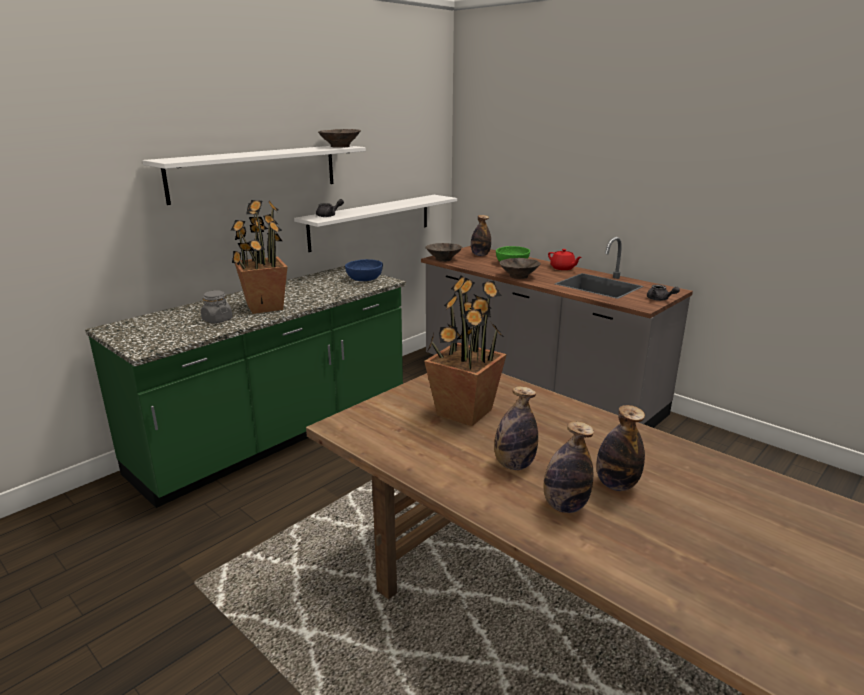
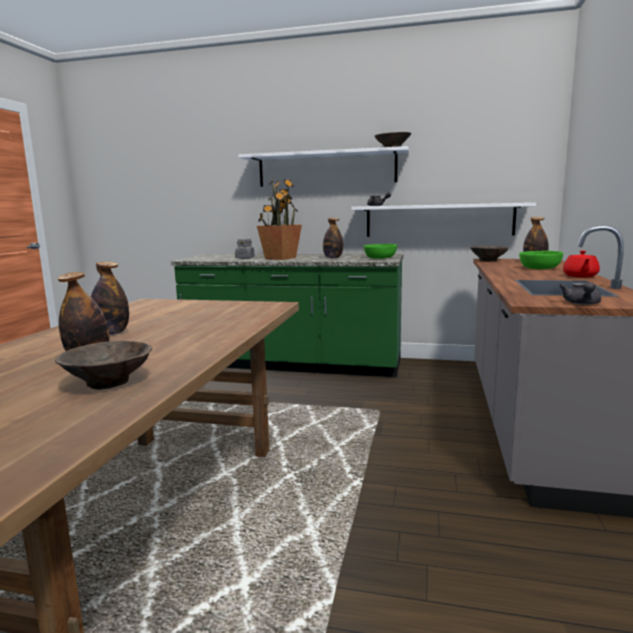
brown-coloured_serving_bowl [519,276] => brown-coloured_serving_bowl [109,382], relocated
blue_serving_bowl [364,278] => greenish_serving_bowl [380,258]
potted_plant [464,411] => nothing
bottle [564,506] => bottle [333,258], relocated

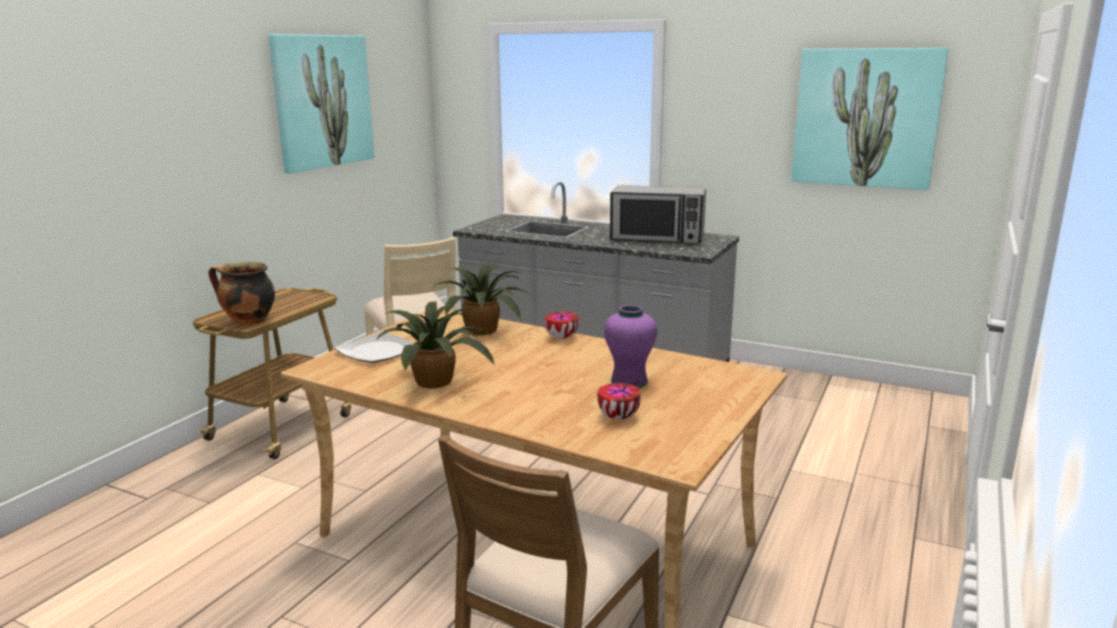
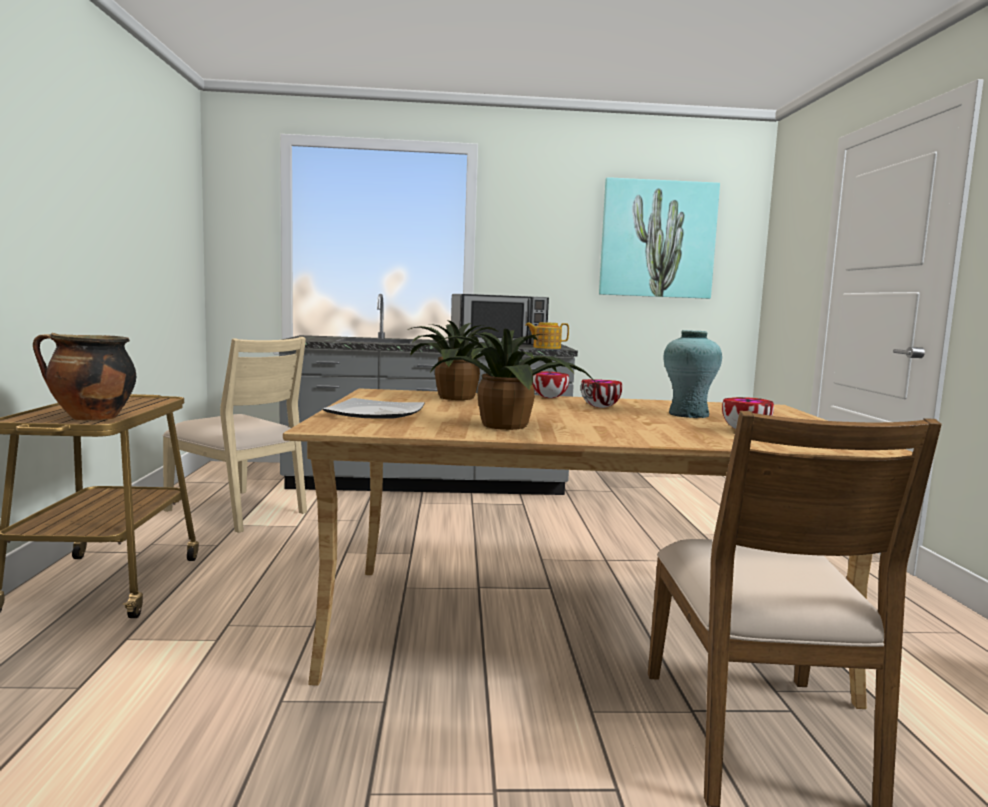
wall_art [322,101] => nothing
purple-coloured_decorative_vase [629,381] => blue-green_decorative_vase [688,414]
nothing => tea_pot [546,347]
nothing => serving_bowl [601,407]

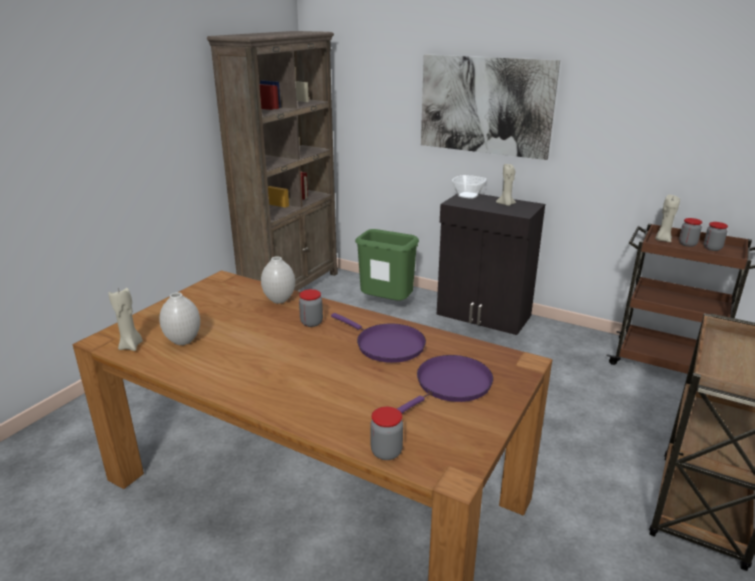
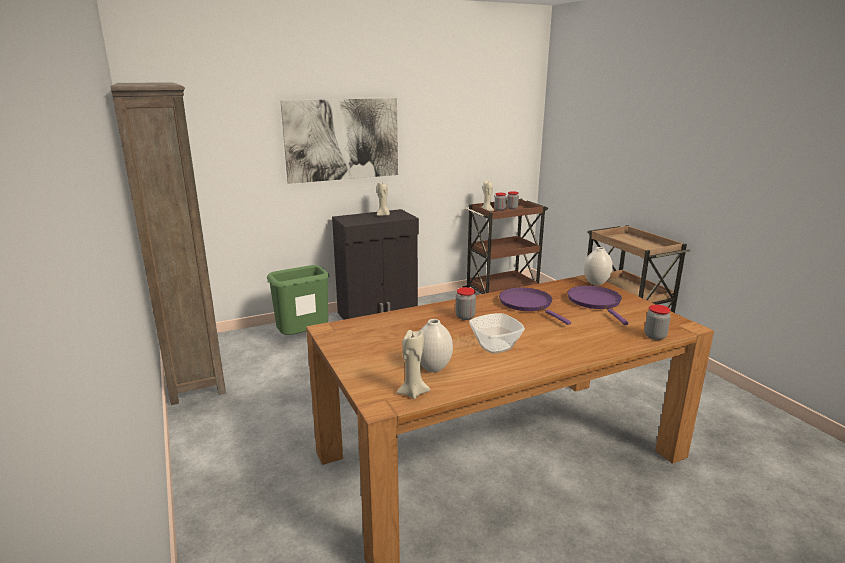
serving_bowl [468,195] => serving_bowl [495,346], relocated
white_decorative_vase [280,300] => white_decorative_vase [596,283], relocated
purple-coloured_skillet [386,345] => purple-coloured_skillet [528,304], 105 degrees counterclockwise

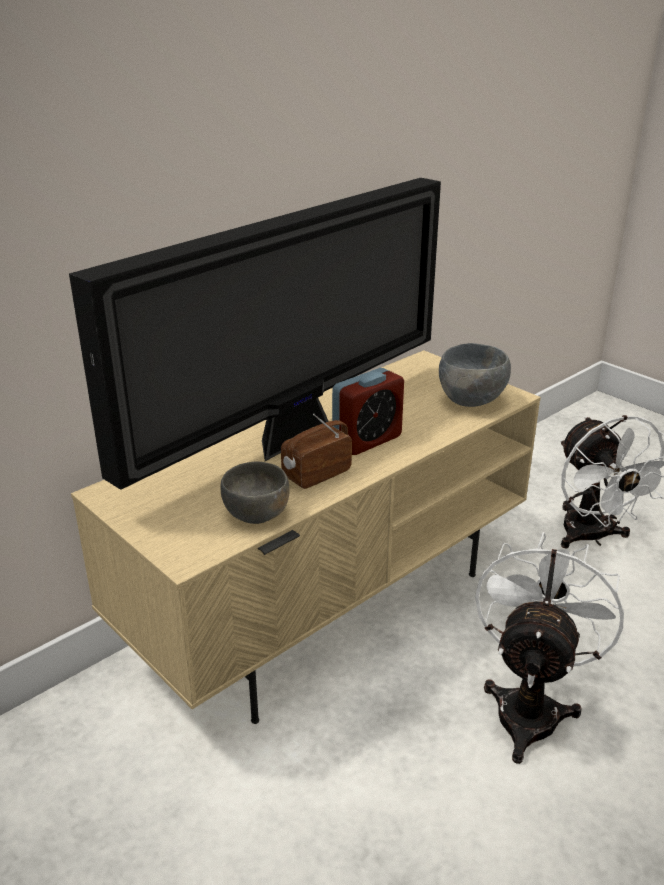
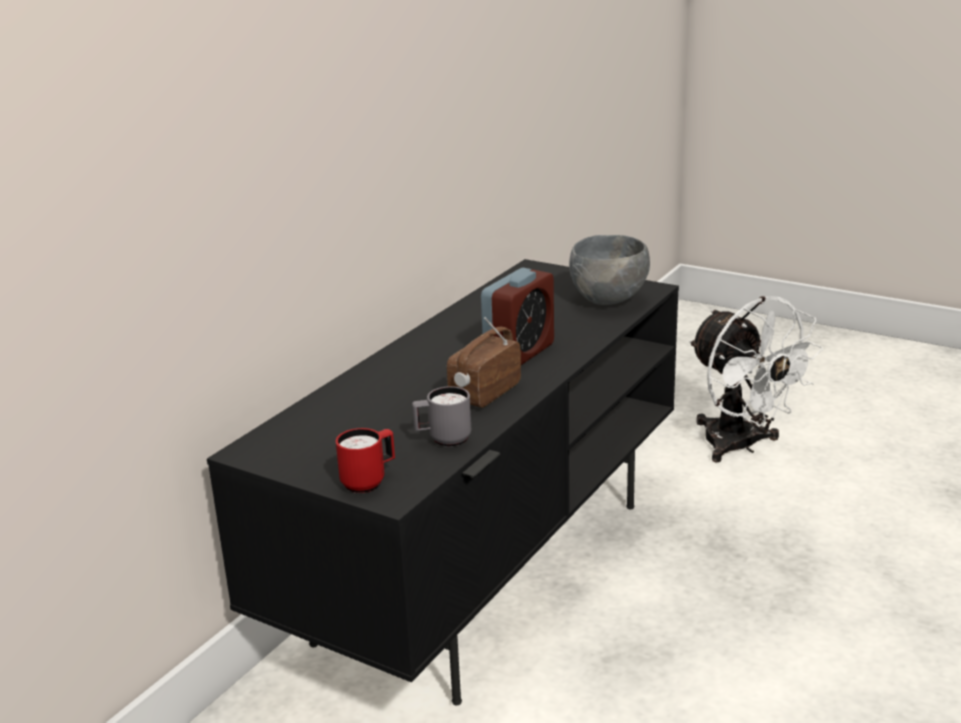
television [294,436] => nothing
sand-coloured_tv_stand [329,605] => black_tv_stand [484,568]
gray_serving_bowl [257,513] => gray_tea_mug [443,440]
white_electric_fan [530,707] => nothing
nothing => red-coloured_tea_mug [369,481]

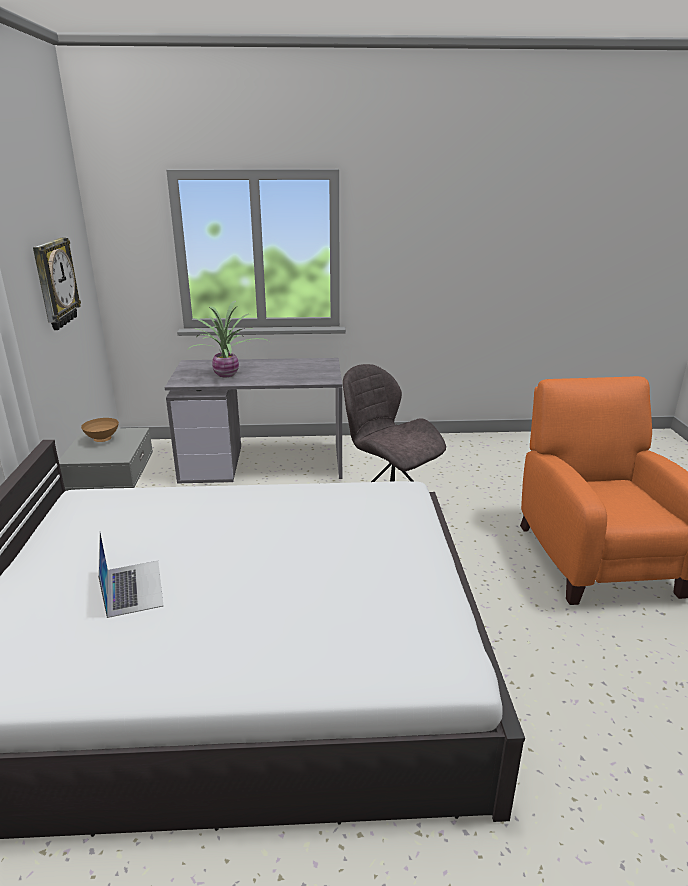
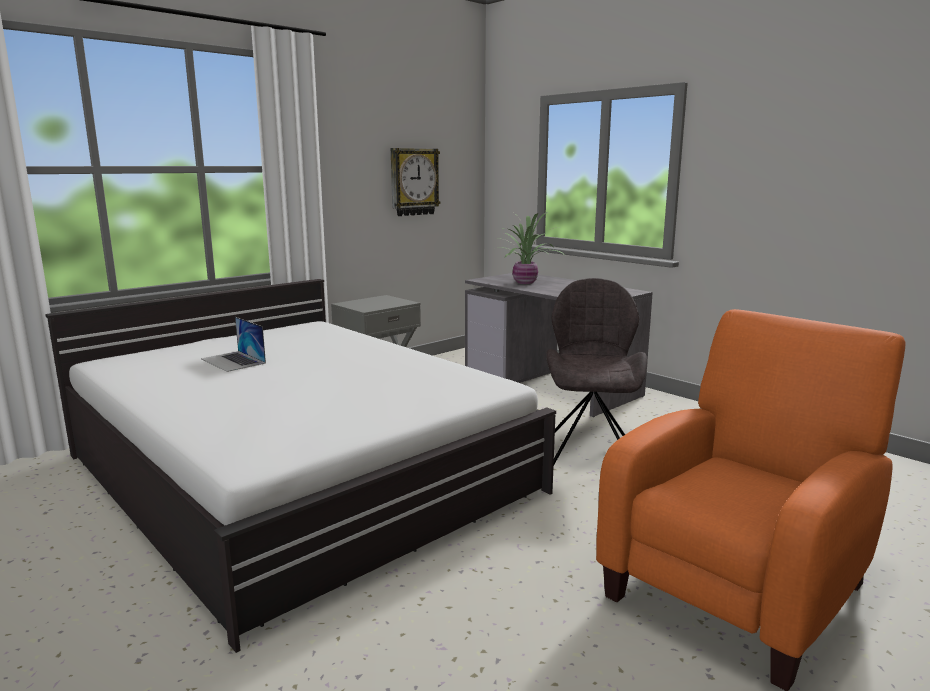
brown-coloured_serving_bowl [102,440] => nothing
notebook_computer [133,587] => notebook_computer [233,361], 105 degrees clockwise

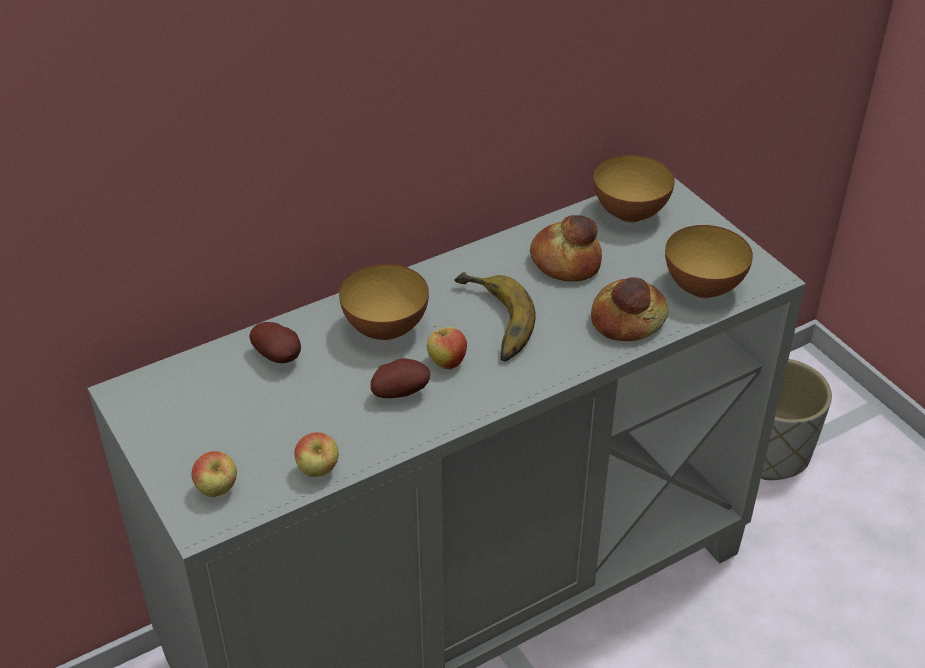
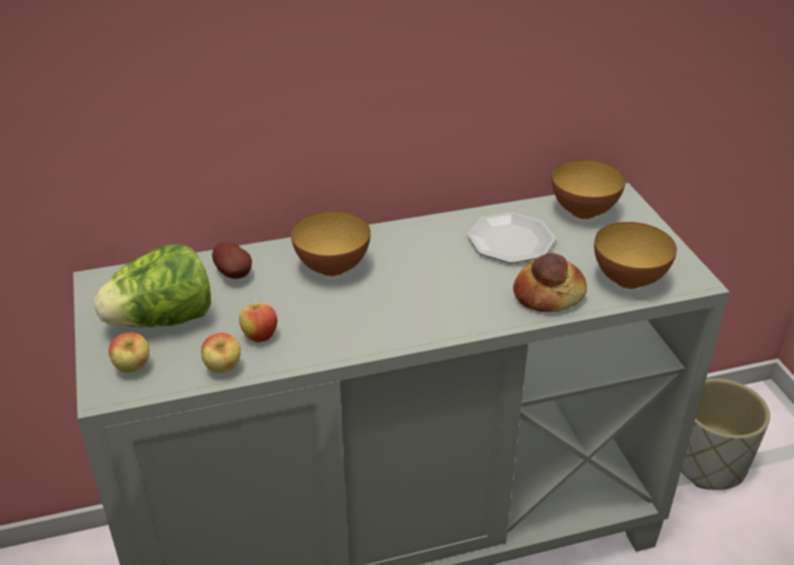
bakery_bread [566,262] => flat_dish [511,240]
whole_banana [489,323] => nothing
apple [446,362] => apple [260,336], relocated
whole_potato [400,392] => nothing
nothing => head_of_lettuce [163,320]

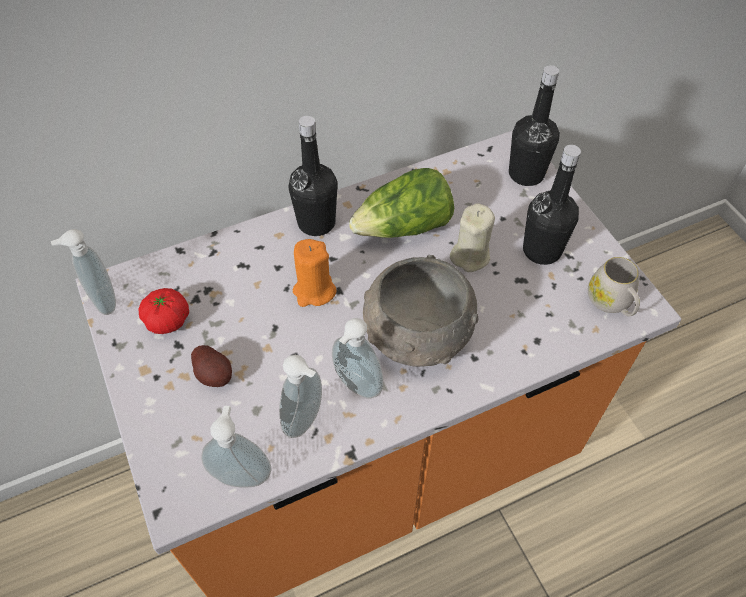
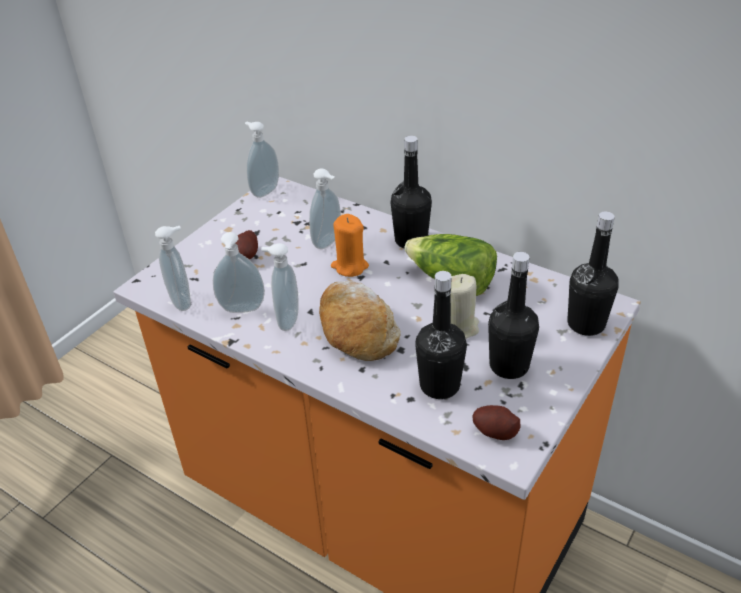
gray_serving_bowl [416,334] => bakery_bread [356,330]
white_tea_mug [611,303] => whole_potato [494,432]
fresh_tomato [168,320] => nothing
nothing => liquid_soap_bottle [329,242]
nothing => black_bottle [439,385]

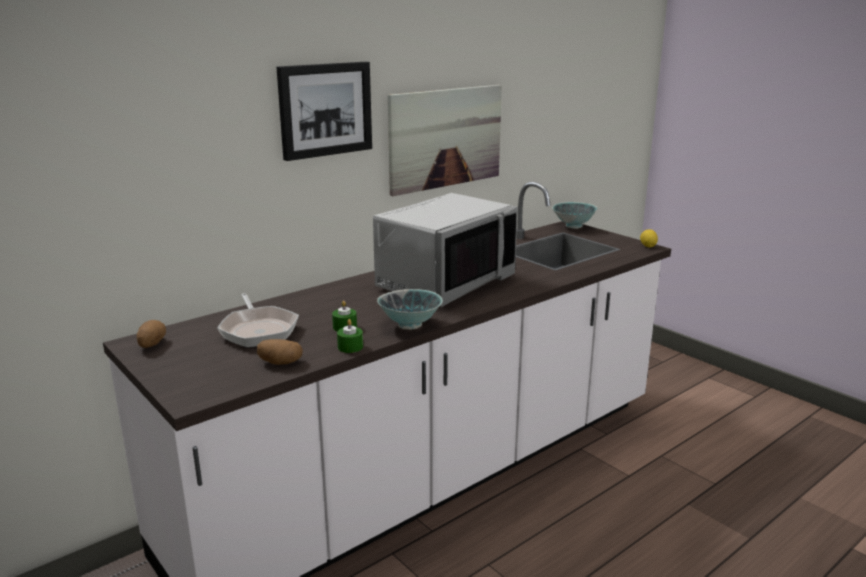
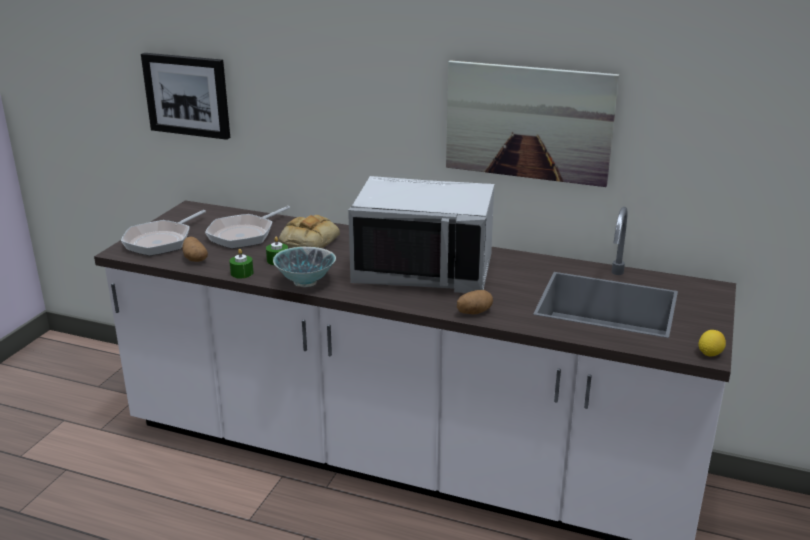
wall_art [325,109] => wall_art [187,95], relocated
serving_bowl [573,226] => nothing
whole_potato [151,344] => whole_potato [474,312], relocated
nothing => skillet [161,241]
nothing => bakery_bread [309,240]

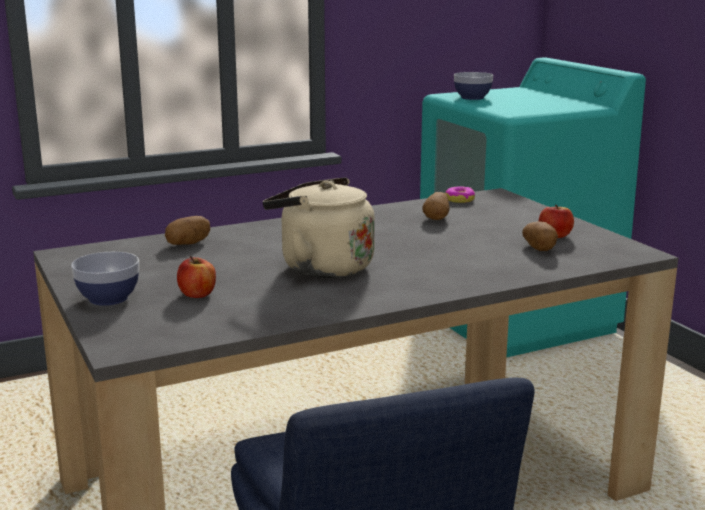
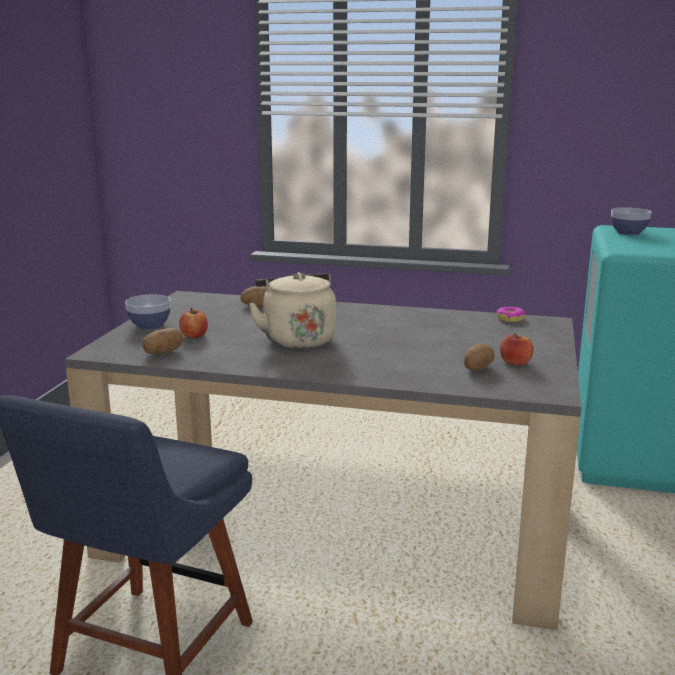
whole_potato [437,218] => whole_potato [163,352], relocated

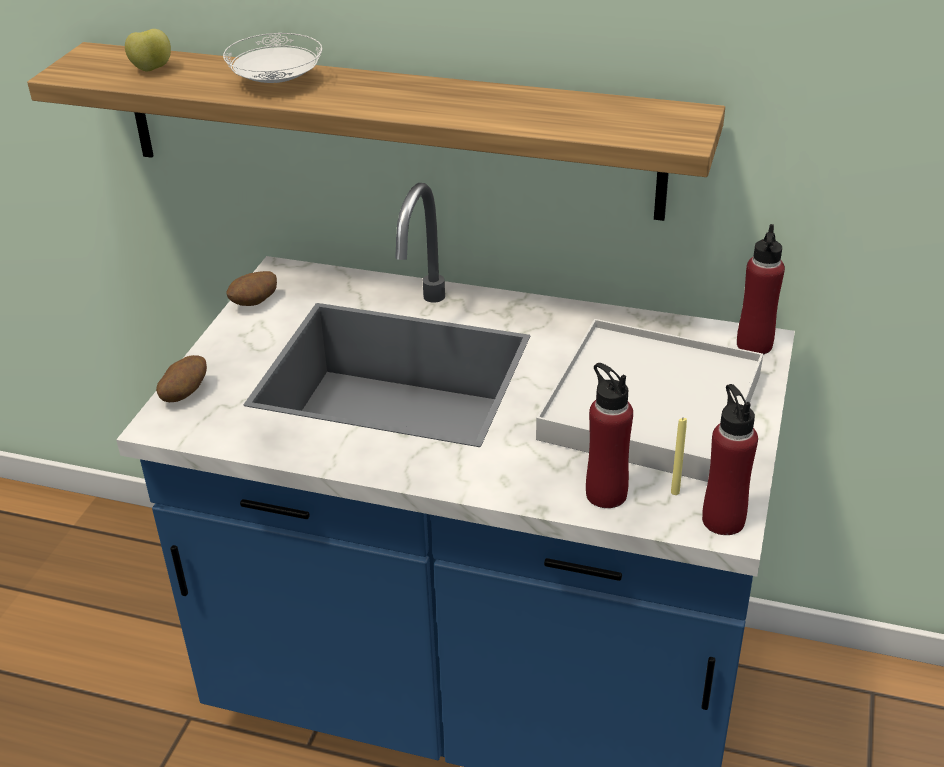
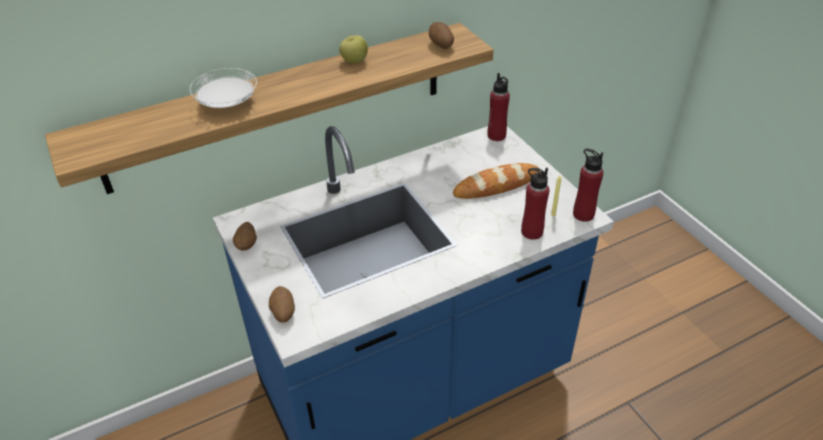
apple [152,69] => apple [354,61], relocated
white_tray [650,407] => bakery_bread [496,185]
nothing => whole_potato [441,45]

